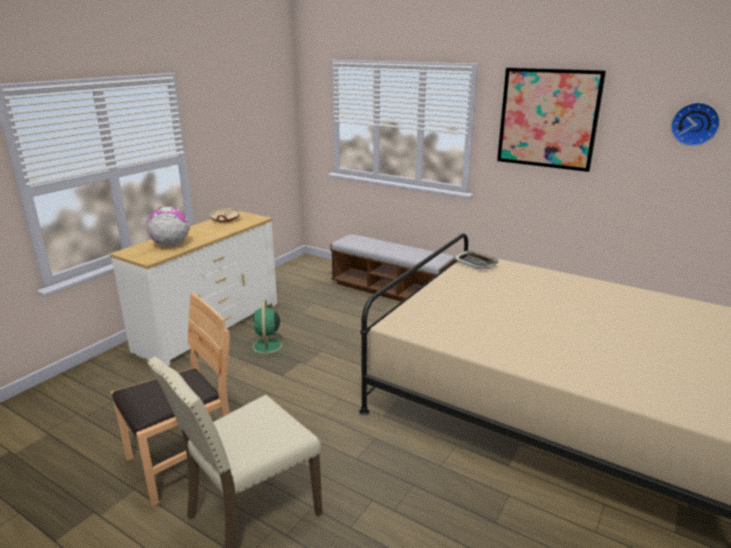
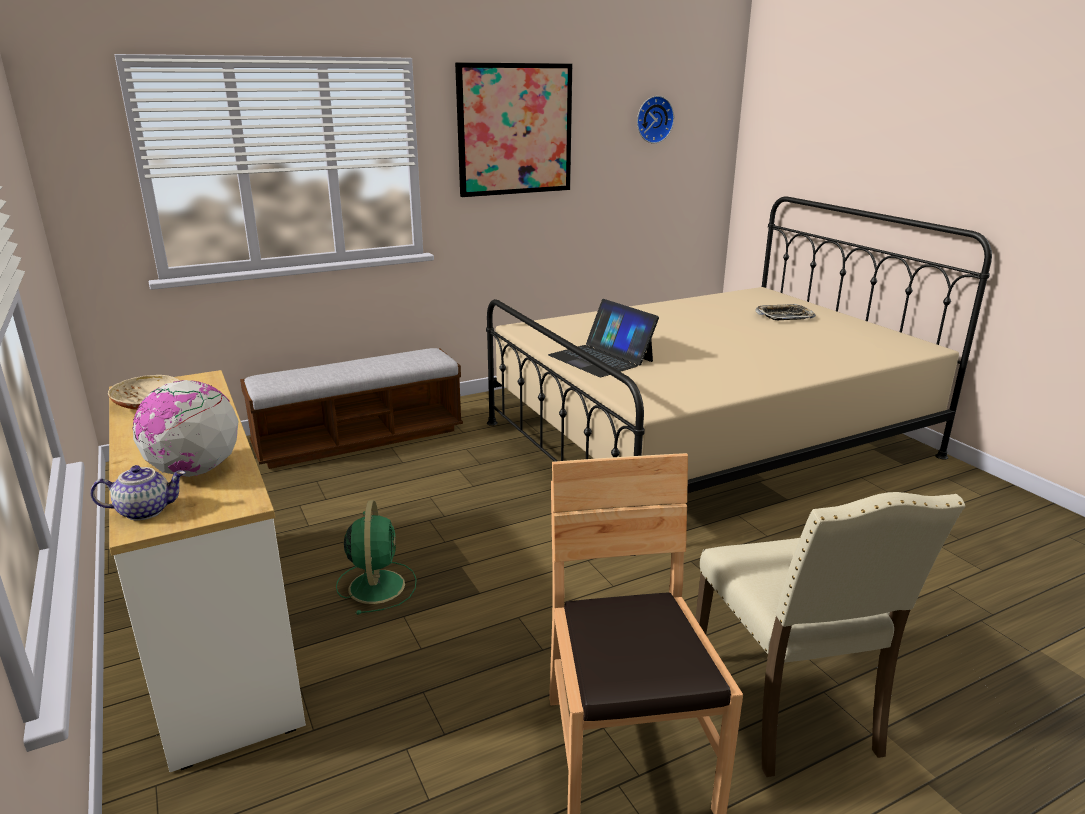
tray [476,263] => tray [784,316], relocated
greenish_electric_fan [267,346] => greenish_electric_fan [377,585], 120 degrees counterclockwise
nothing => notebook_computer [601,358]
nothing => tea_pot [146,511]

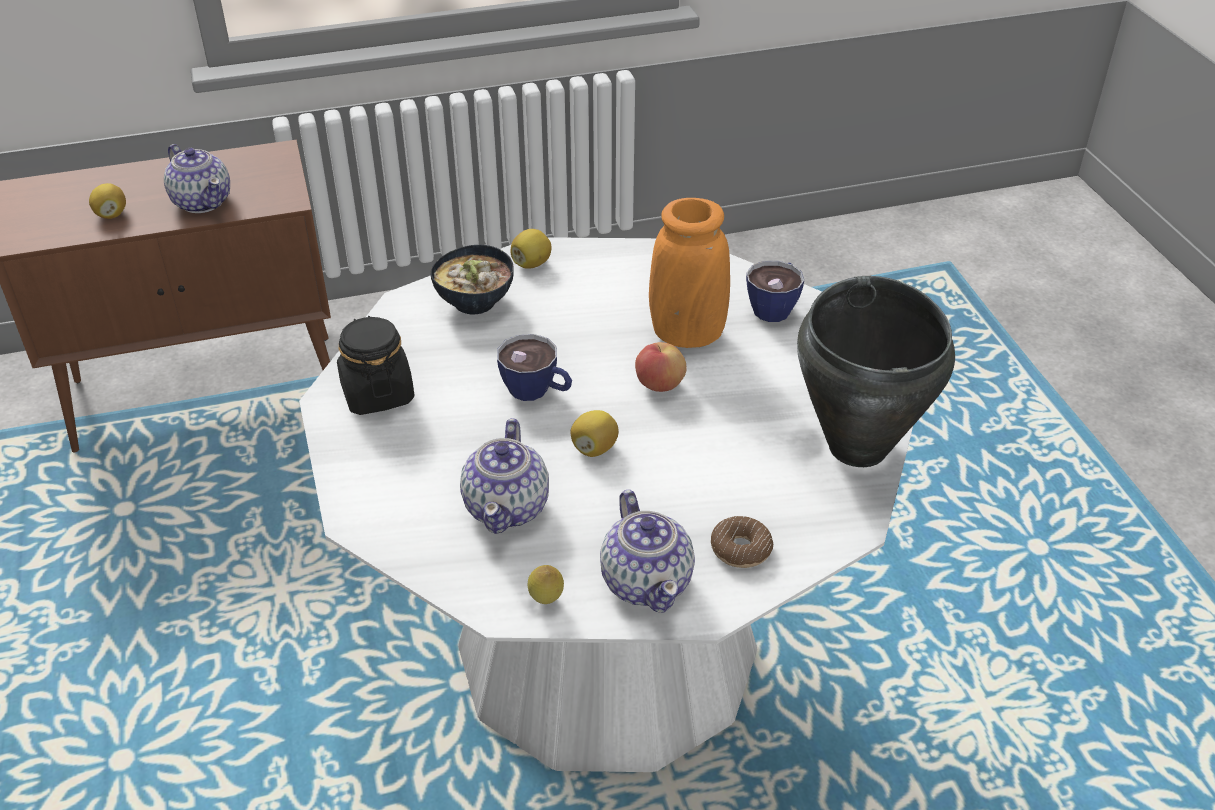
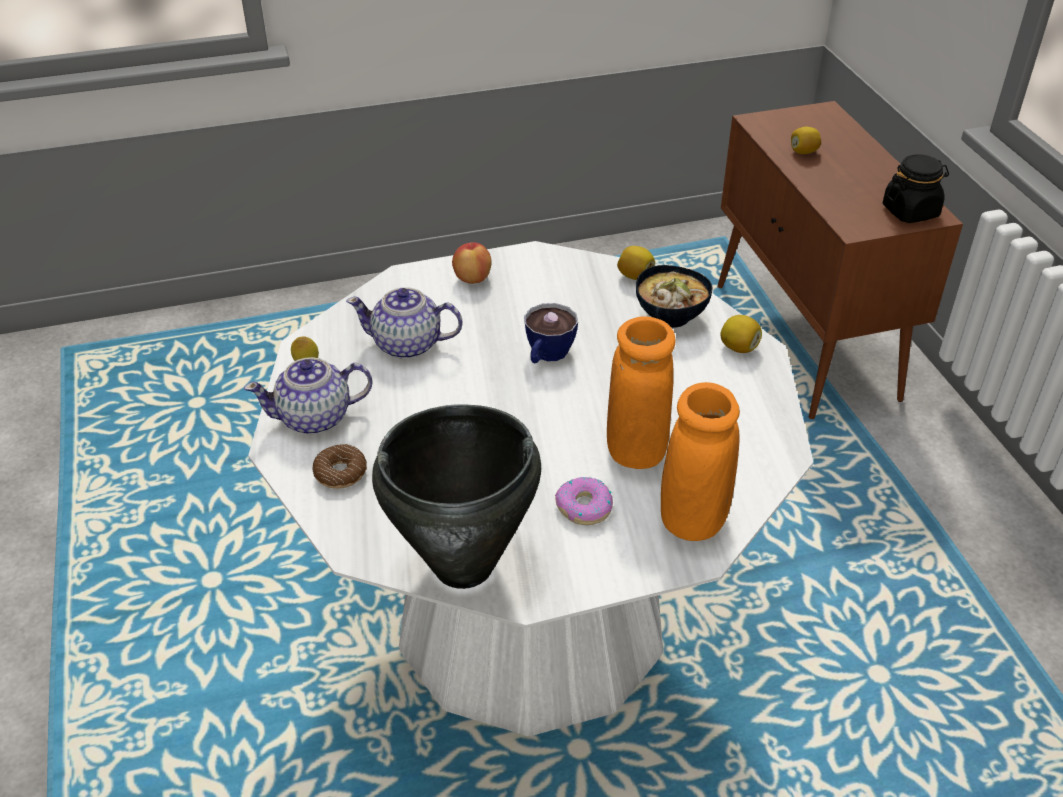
tea_pot [202,201] => nothing
cup [775,306] => orange-coloured_decorative_vase [693,520]
black_storage_jar [377,393] => black_storage_jar [910,211], relocated
apple [659,385] => apple [472,278], relocated
citrus_fruit [594,448] => citrus_fruit [635,276], relocated
nothing => doughnut [584,507]

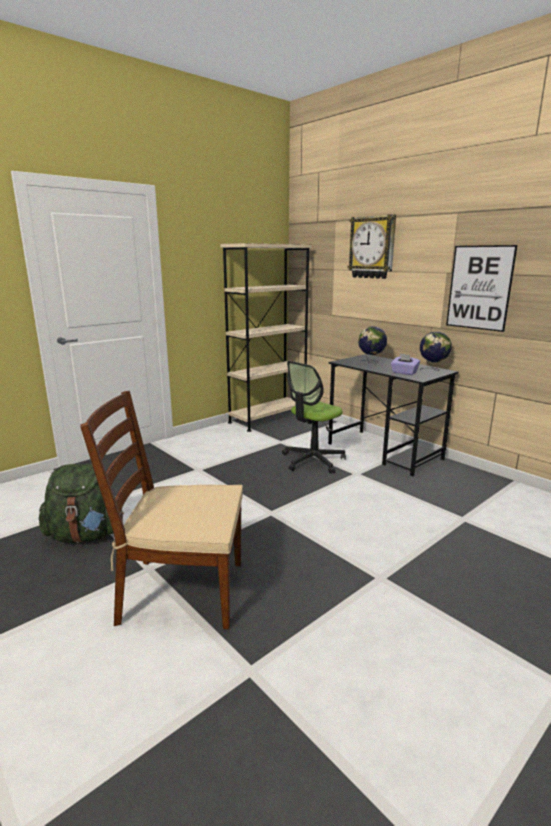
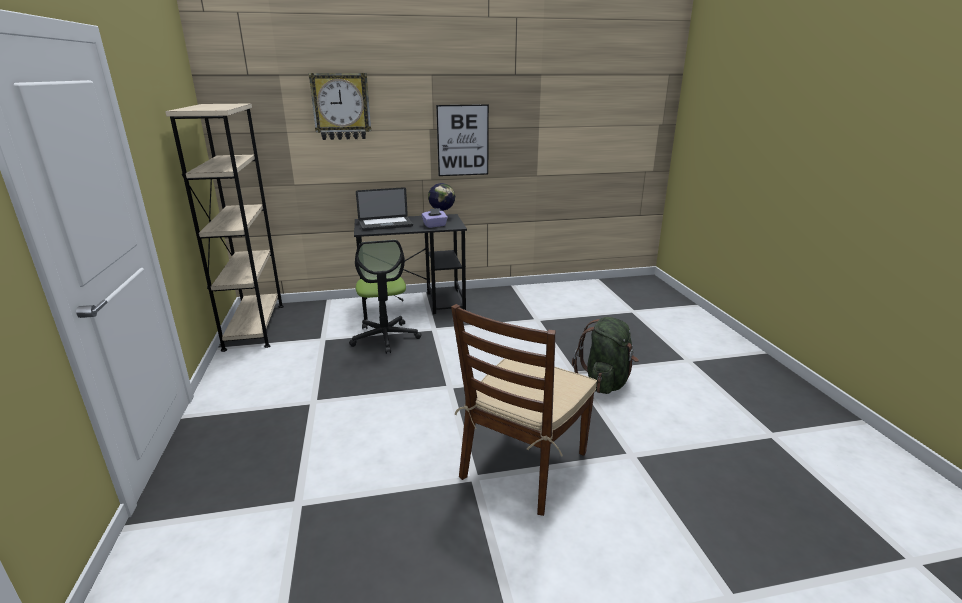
globe [371,362] => notebook_computer [385,224]
greenish_knapsack [85,535] => greenish_knapsack [605,382], relocated

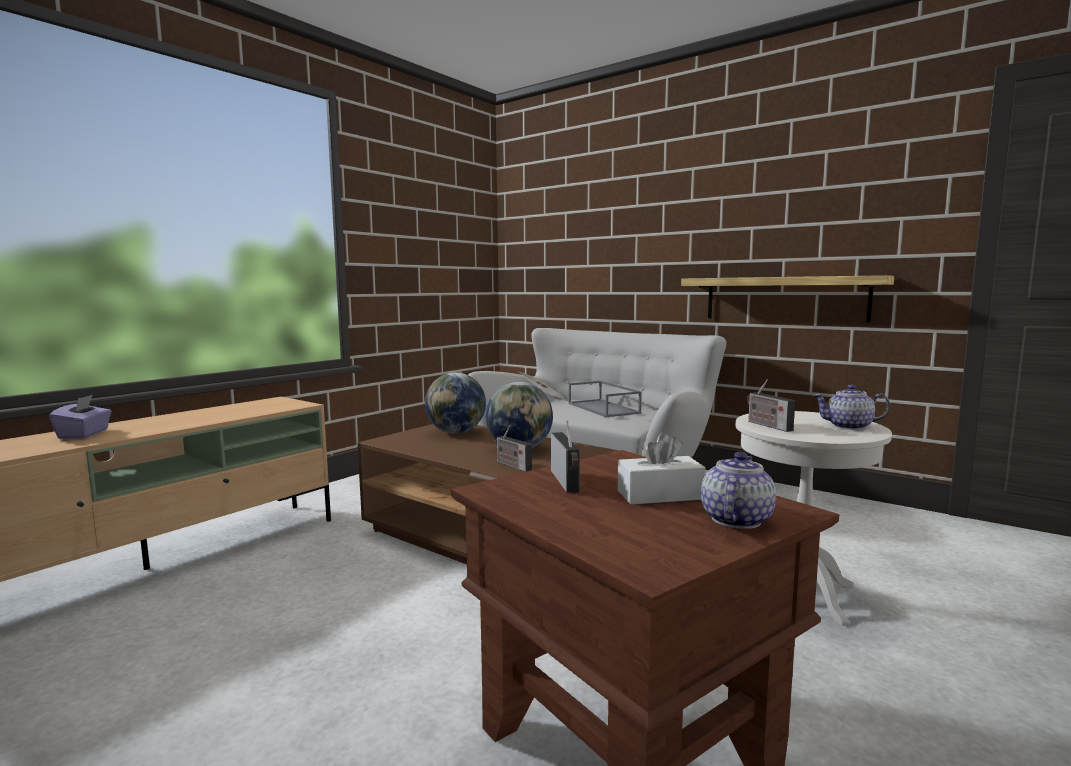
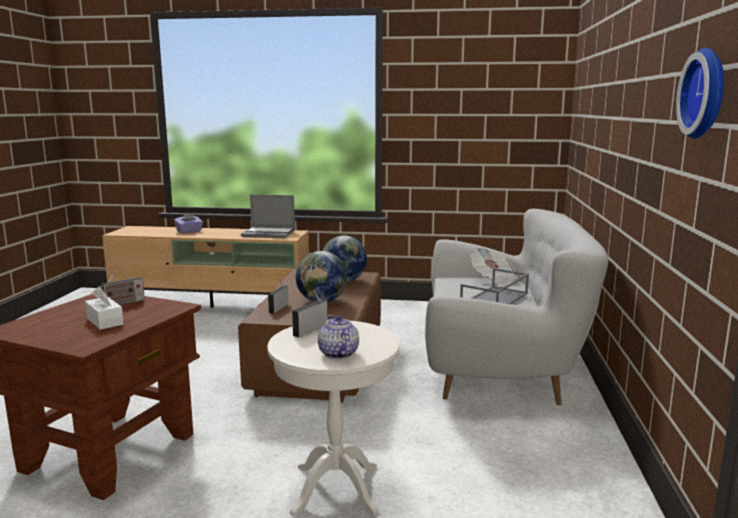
wall_shelf [784,298] => nothing
tea_pot [735,519] => nothing
nothing => clock_on_the_wall [708,94]
nothing => notebook_computer [269,234]

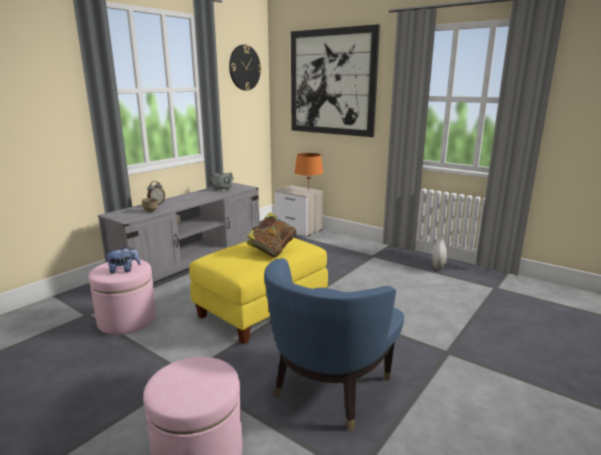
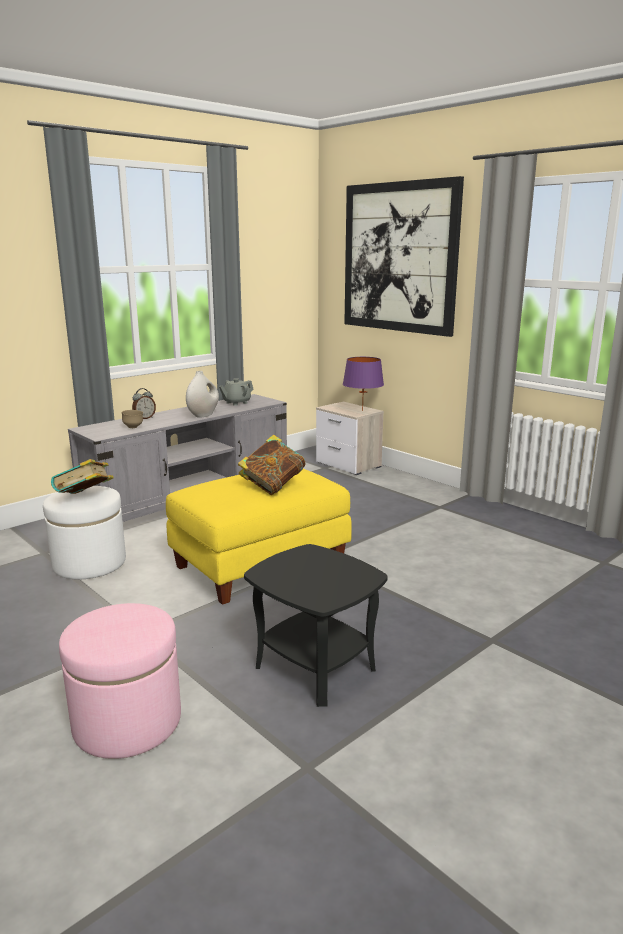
clock_on_the_wall [244,67] => nothing
orange-coloured_tabletop_lamp [308,191] => purple-coloured_tabletop_lamp [362,410]
white_decorative_vase [438,266] => white_decorative_vase [203,415], relocated
plush_toy [124,270] => bound_book [85,499]
blue_lounge_chair [331,388] => black_accent_table [314,667]
pink_pouffe [127,320] => white_pouffe [89,563]

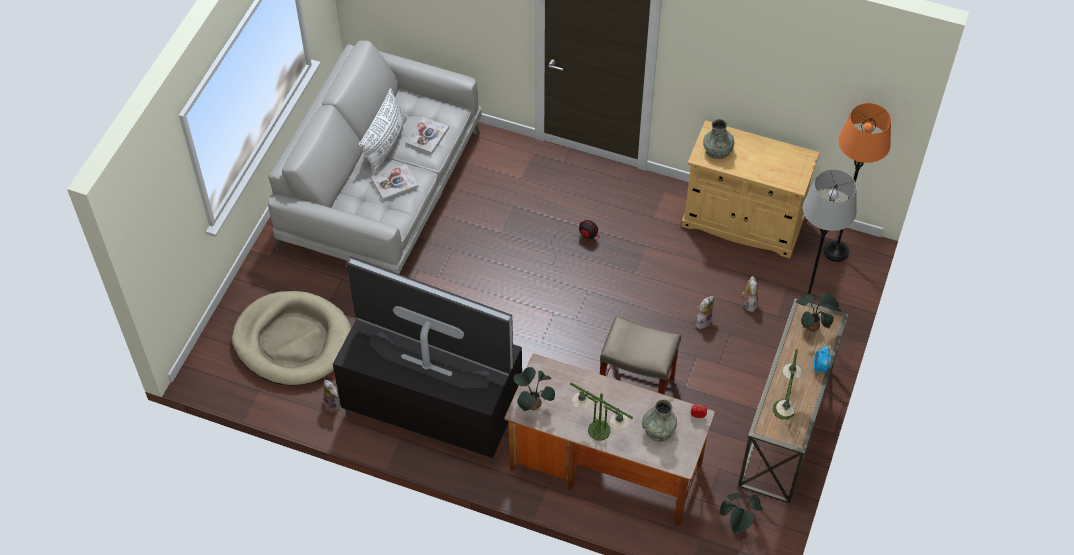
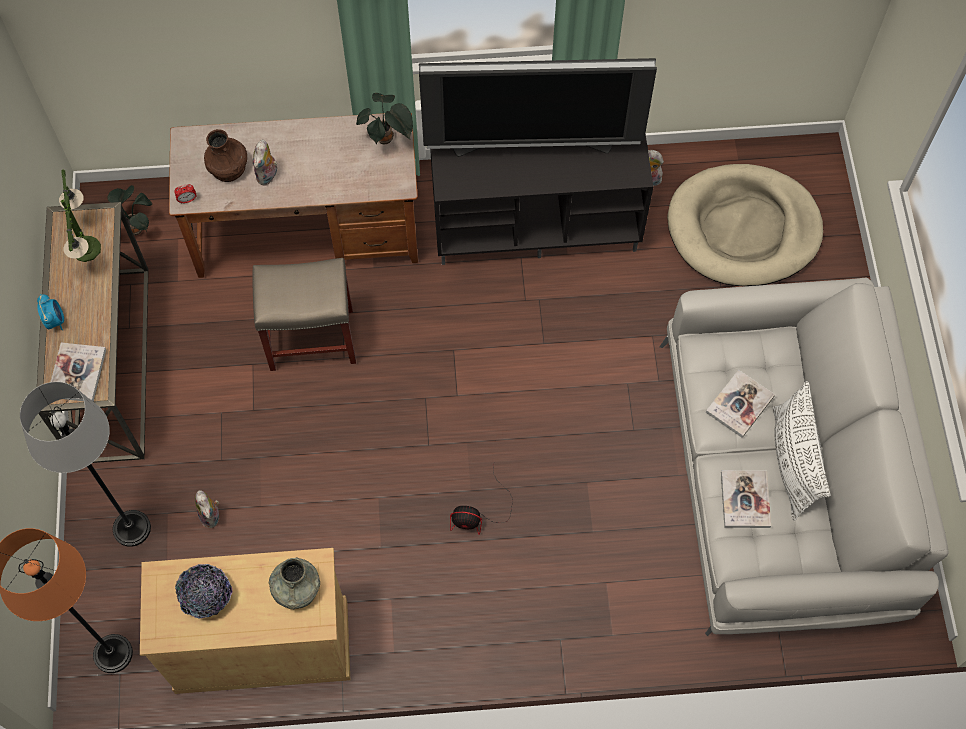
potted_plant [813,326] => bound_book [77,373]
plush_toy [702,320] => plush_toy [268,176], relocated
tabletop_lamp [598,430] => nothing
gray_decorative_vase [658,429] => brown-coloured_decorative_vase [228,167]
nothing => serving_bowl [206,595]

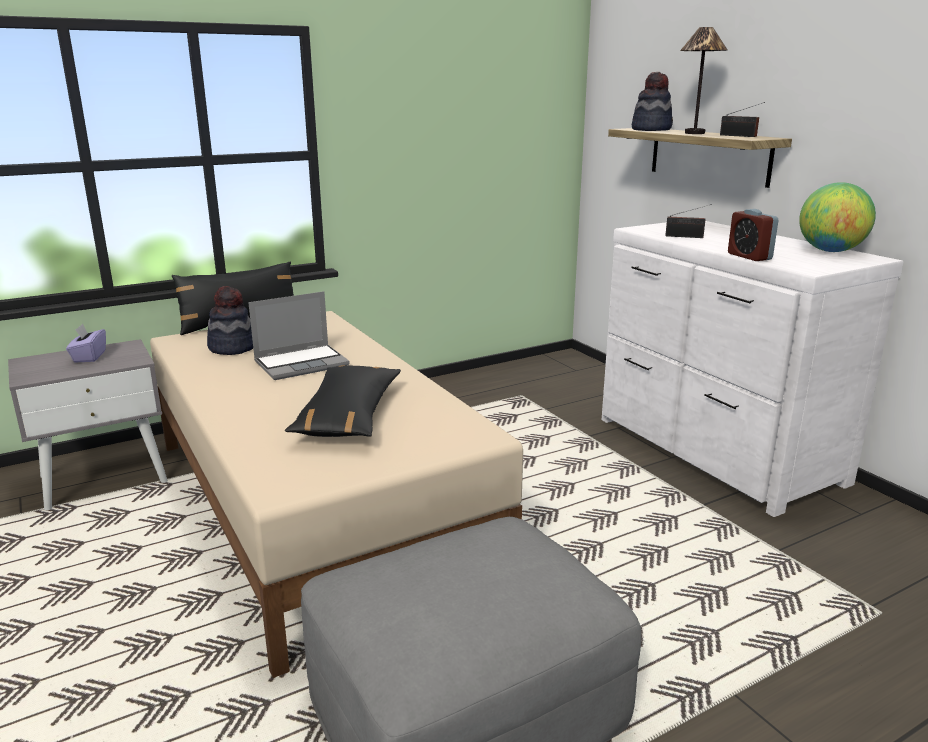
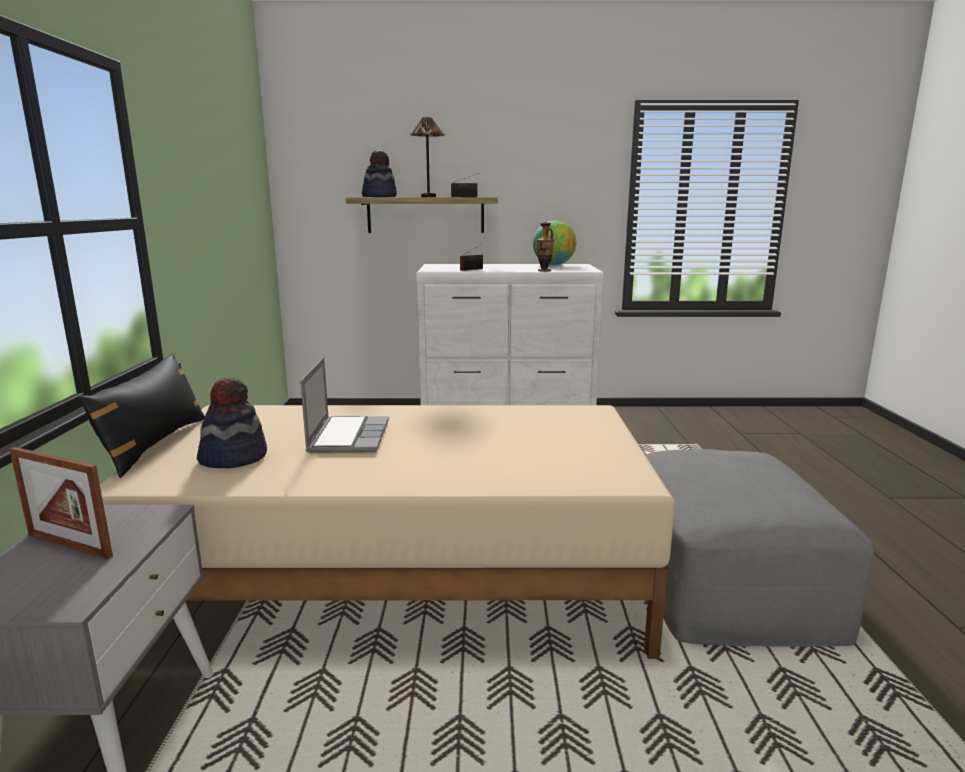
bedside_clock [749,256] => decorative_vase [544,271]
purple-coloured_box_of_tissues [89,357] => photo_frame [69,545]
black_throw_pillow [348,415] => nothing

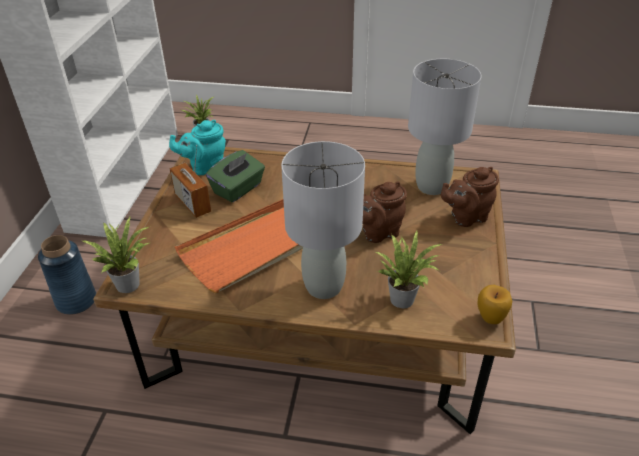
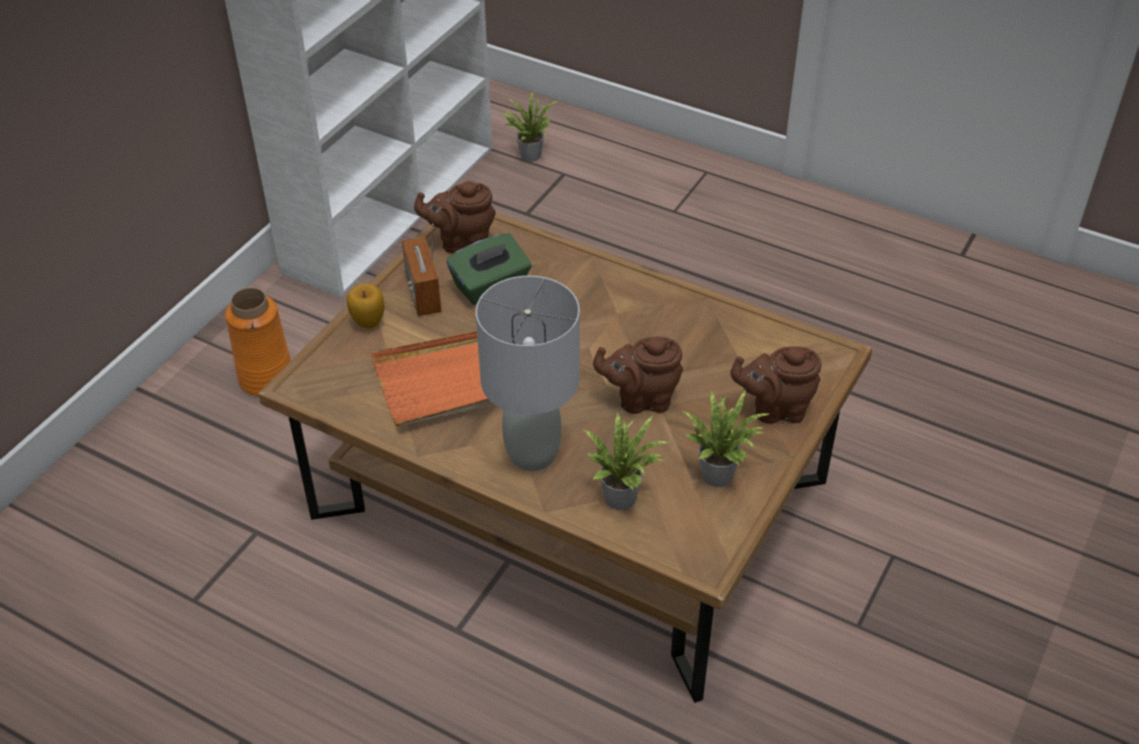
gray_tabletop_lamp [432,186] => nothing
blue-green_tea_pot [204,167] => brown-coloured_tea_pot [461,242]
potted_plant [130,283] => potted_plant [720,473], relocated
blue_decorative_vase [76,300] => orange-coloured_decorative_vase [266,378]
apple [490,318] => apple [368,322], relocated

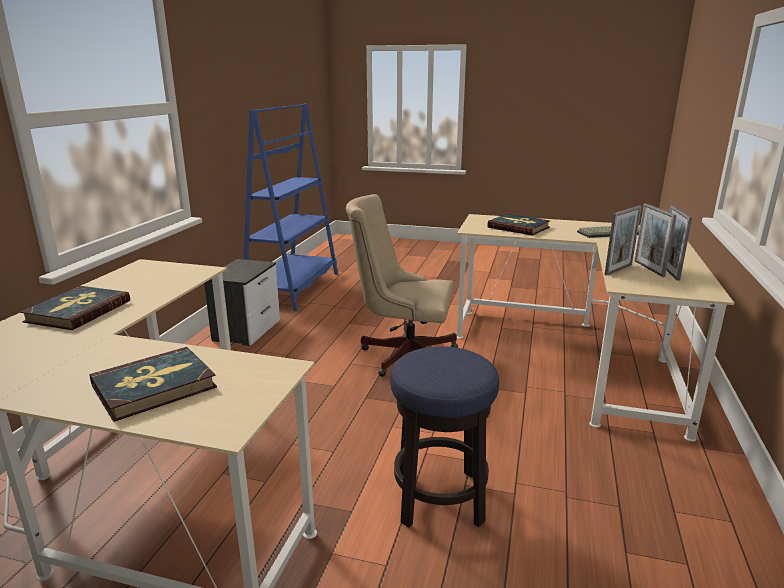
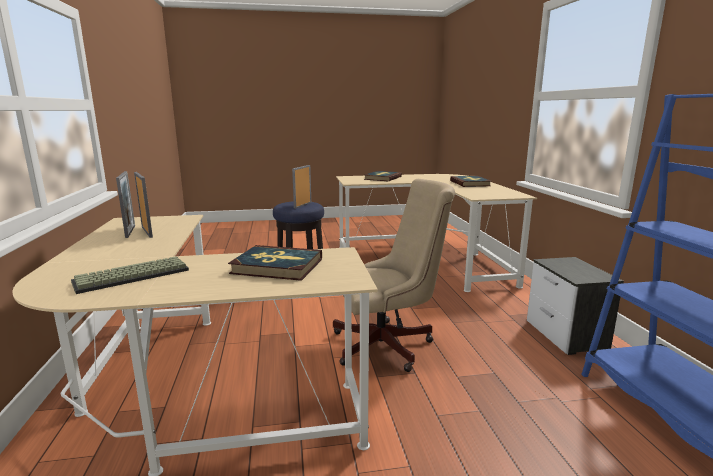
photo_frame [618,269] => photo_frame [302,205], relocated

